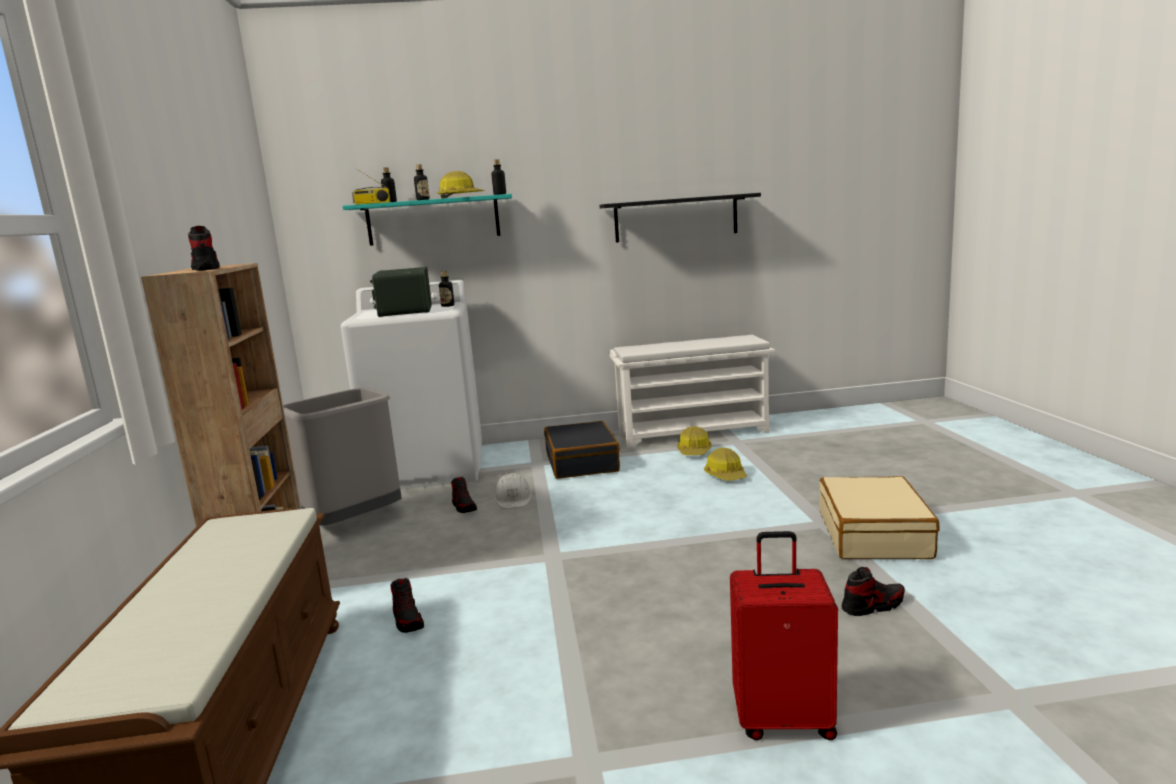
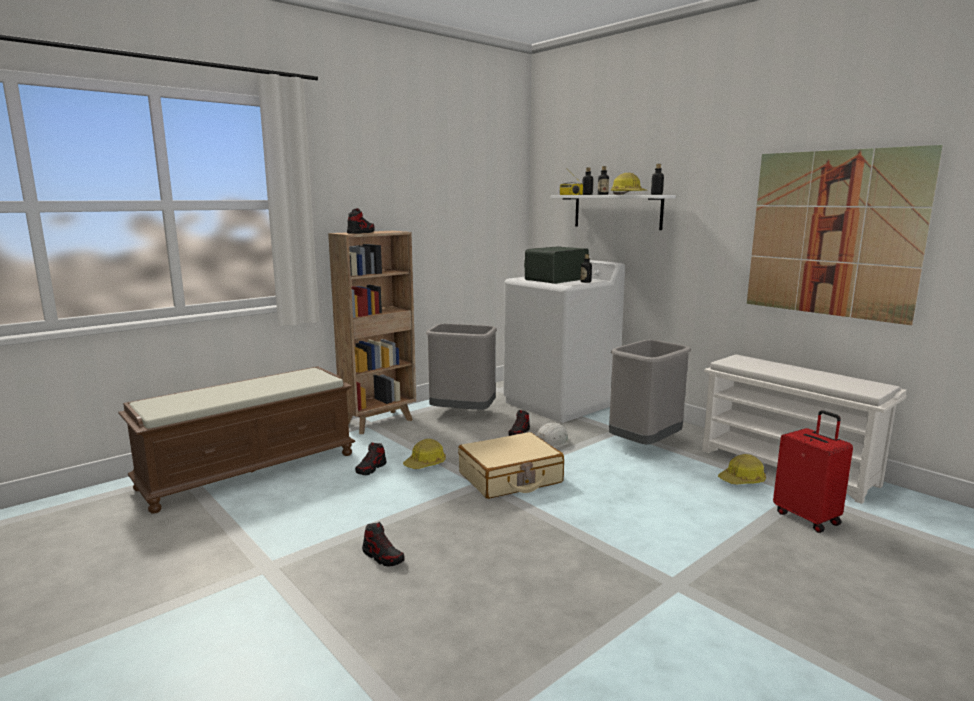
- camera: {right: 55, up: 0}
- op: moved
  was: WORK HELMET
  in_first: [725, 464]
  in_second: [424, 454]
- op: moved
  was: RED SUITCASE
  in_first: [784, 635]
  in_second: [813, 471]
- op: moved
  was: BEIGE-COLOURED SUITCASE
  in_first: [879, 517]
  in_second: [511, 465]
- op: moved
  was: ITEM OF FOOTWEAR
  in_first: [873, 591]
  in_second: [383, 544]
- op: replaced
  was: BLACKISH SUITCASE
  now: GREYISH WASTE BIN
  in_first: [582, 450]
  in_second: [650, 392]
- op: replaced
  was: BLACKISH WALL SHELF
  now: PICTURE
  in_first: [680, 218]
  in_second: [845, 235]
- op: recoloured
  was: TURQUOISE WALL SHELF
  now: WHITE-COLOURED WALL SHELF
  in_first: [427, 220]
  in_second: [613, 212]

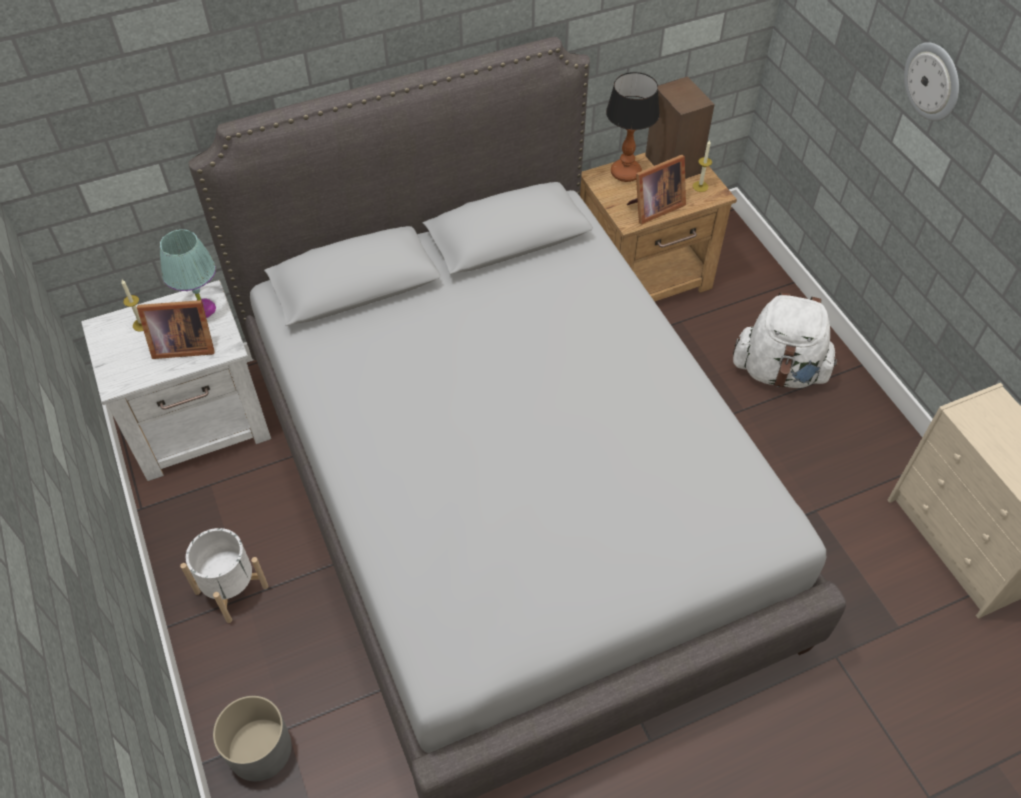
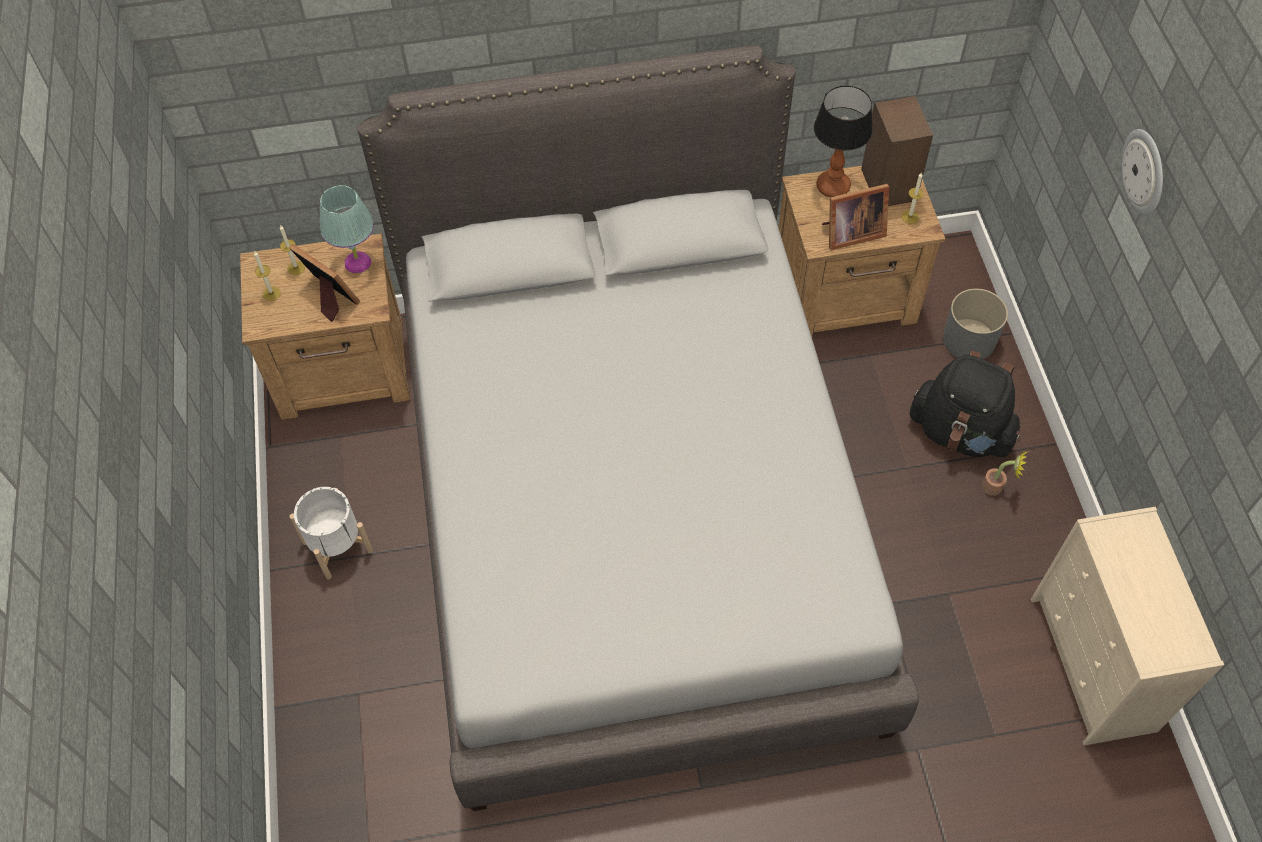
- camera: {right: 15, up: 5}
- op: added
  now: CANDLE
  in_second: [267, 276]
- op: added
  now: PLANT IN A POT
  in_second: [1005, 473]
- op: moved
  was: GREYISH PLANT POT
  in_first: [252, 738]
  in_second: [975, 323]
- op: recoloured
  was: WHITE-COLOURED NIGHT TABLE
  now: BROWN-COLOURED NIGHT TABLE
  in_first: [176, 380]
  in_second: [325, 327]
- op: recoloured
  was: WHITE-COLOURED BACKPACK
  now: BLACKISH BACKPACK
  in_first: [785, 340]
  in_second: [965, 403]
- op: turned
  was: STANDING FRAME
  in_first: [176, 329]
  in_second: [324, 283]
  clockwise: -150

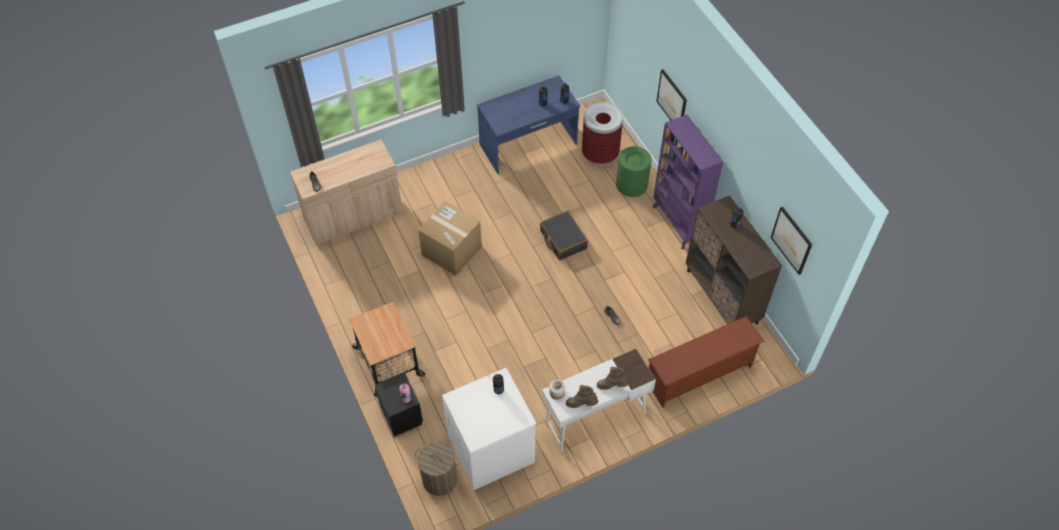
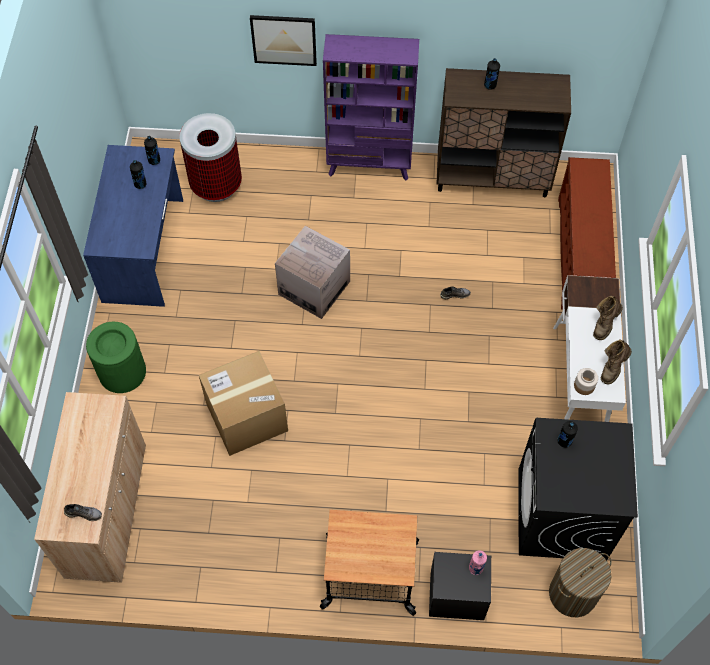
- camera: {right: -60, up: 5}
- op: removed
  was: PICTURE
  in_first: [791, 241]
- op: moved
  was: GREEN WASTE BIN
  in_first: [634, 171]
  in_second: [116, 357]
- op: replaced
  was: BLACKISH SUITCASE
  now: CARTON
  in_first: [564, 235]
  in_second: [312, 272]
- op: recoloured
  was: WHITE-COLOURED LAUNDRY MACHINE
  now: BLACKISH LAUNDRY MACHINE
  in_first: [489, 429]
  in_second: [578, 489]

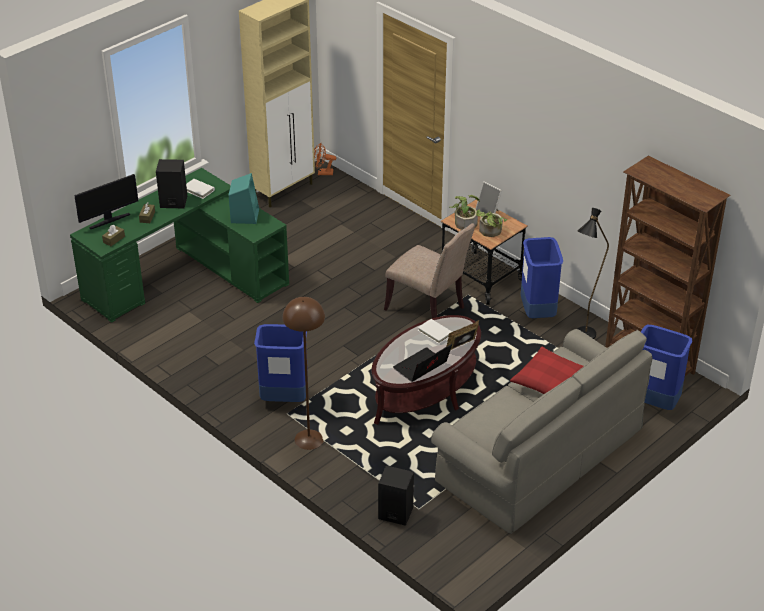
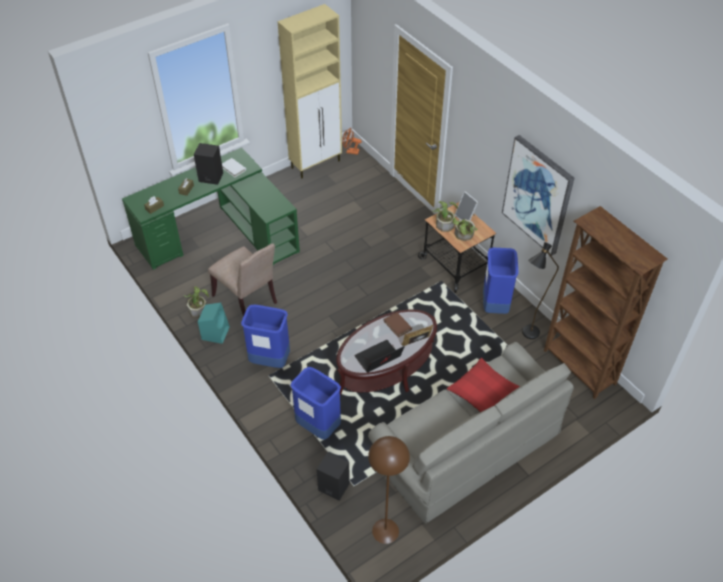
- camera: {right: 10, up: 10}
- op: removed
  was: COMPUTER DISPLAY
  in_first: [106, 201]
- op: added
  now: PLANT IN A POT
  in_second: [196, 302]
- op: added
  now: PICTURE
  in_second: [538, 195]
- op: moved
  was: TURQUOISE AUDIO SPEAKER
  in_first: [244, 198]
  in_second: [214, 323]
- op: moved
  was: BROWN-COLOURED STANDARD LAMP
  in_first: [304, 373]
  in_second: [389, 490]
- op: moved
  was: BEIGE-COLOURED PLAIN CHAIR
  in_first: [429, 270]
  in_second: [242, 280]
- op: moved
  was: BLUE WASTE BIN
  in_first: [666, 367]
  in_second: [315, 403]
- op: recoloured
  was: WHITE-COLOURED VOLUME
  now: BROWN-COLOURED VOLUME
  in_first: [435, 331]
  in_second: [398, 324]

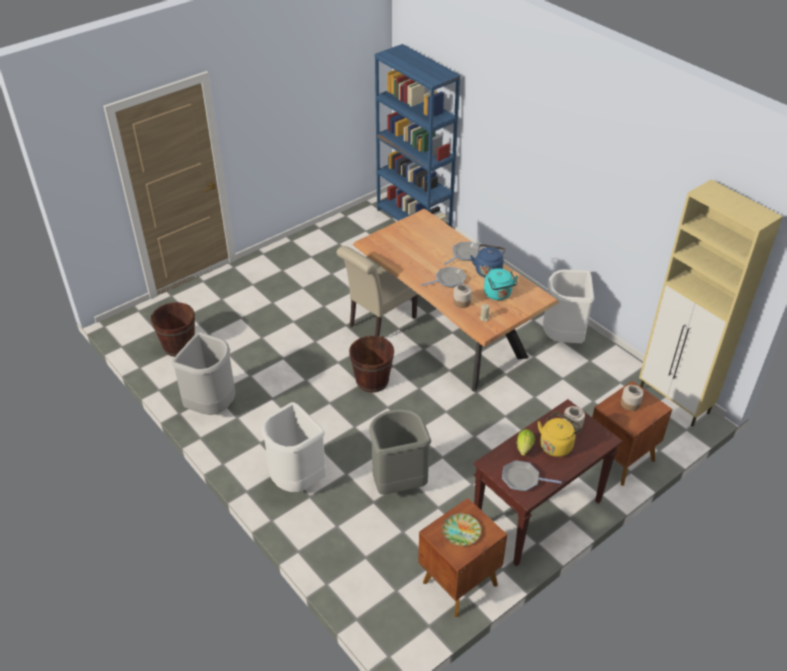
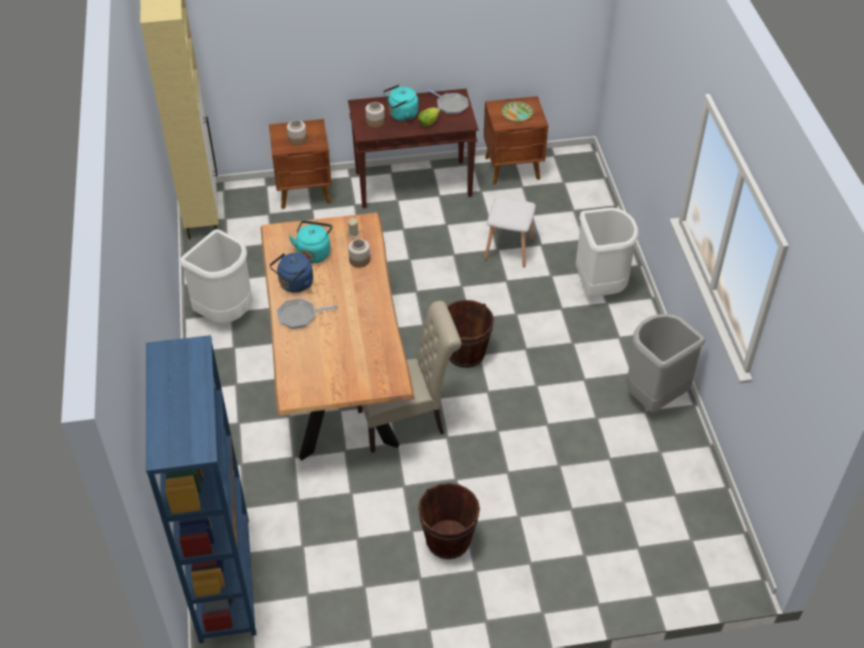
- camera: {right: -150, up: 5}
- op: removed
  was: SKILLET
  in_first: [443, 277]
- op: moved
  was: BROWN-COLOURED BUCKET
  in_first: [173, 329]
  in_second: [449, 521]
- op: replaced
  was: GREYISH WASTE BIN
  now: WHITE-COLOURED STOOL SEAT
  in_first: [400, 452]
  in_second: [510, 232]
- op: recoloured
  was: YELLOW TEA KETTLE
  now: TURQUOISE TEA KETTLE
  in_first: [560, 434]
  in_second: [400, 103]

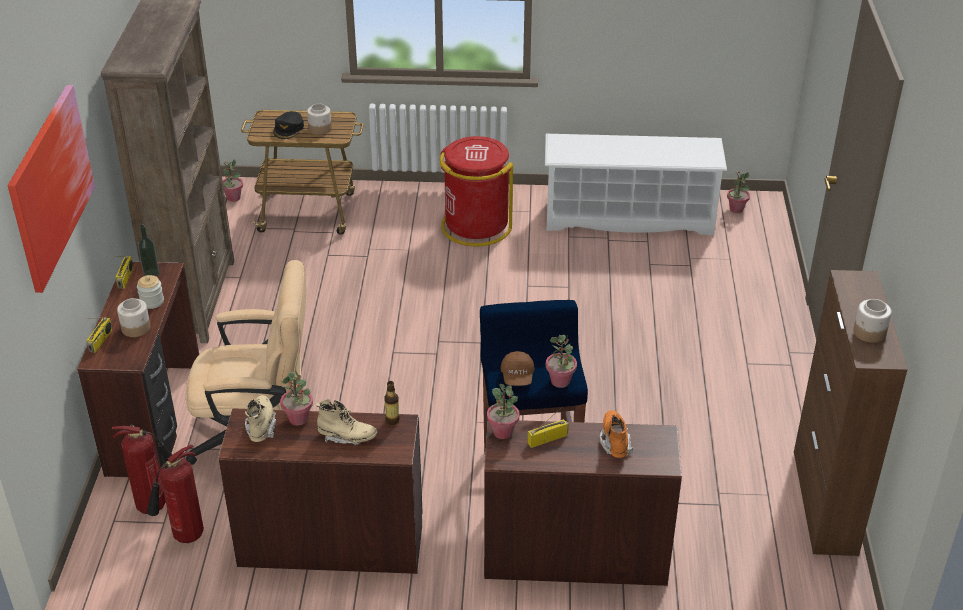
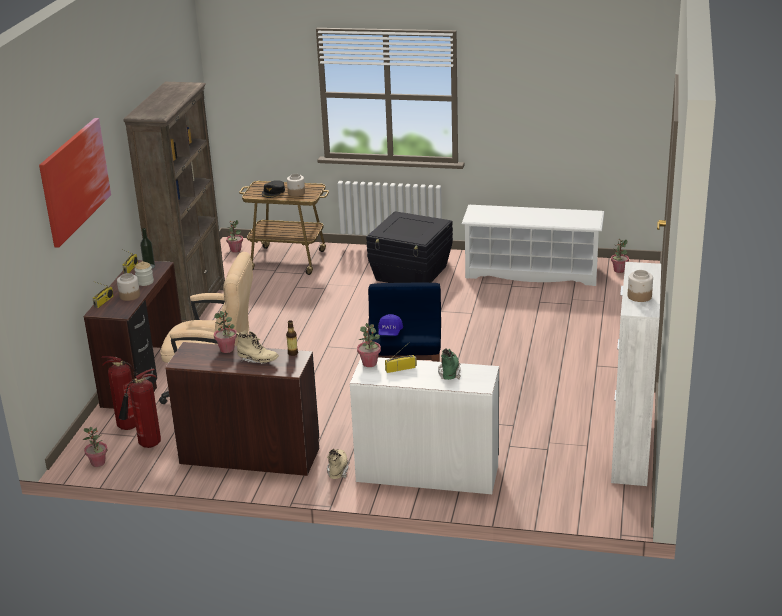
- camera: {right: 10, up: -10}
- op: moved
  was: BEIGE-COLOURED BOOT
  in_first: [261, 418]
  in_second: [338, 464]
- op: moved
  was: PLANT IN A POT
  in_first: [561, 361]
  in_second: [95, 447]
- op: replaced
  was: RED WASTE BIN
  now: BLACKISH STORAGE BOX
  in_first: [476, 191]
  in_second: [409, 247]
- op: recoloured
  was: BROWN-COLOURED DESK
  now: WHITE-COLOURED DESK
  in_first: [583, 503]
  in_second: [424, 425]
- op: recoloured
  was: BROWN-COLOURED PEAKED CAP
  now: BLUE PEAKED CAP
  in_first: [517, 368]
  in_second: [390, 325]
- op: recoloured
  was: ORANGE-COLOURED BOOT
  now: GREEN BOOT
  in_first: [616, 434]
  in_second: [449, 364]
- op: recoloured
  was: BROWN-COLOURED STORAGE CABINET
  now: WHITE-COLOURED STORAGE CABINET
  in_first: [851, 413]
  in_second: [636, 374]

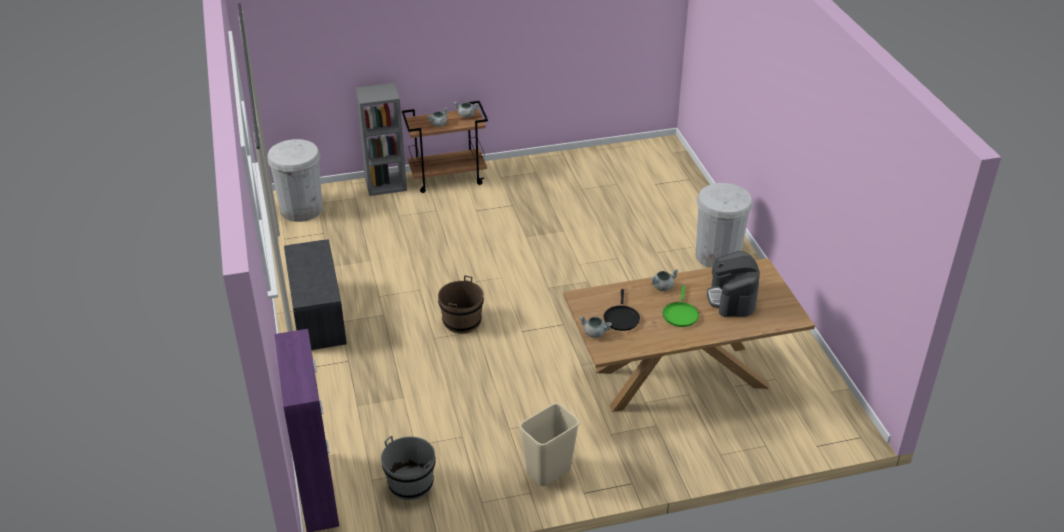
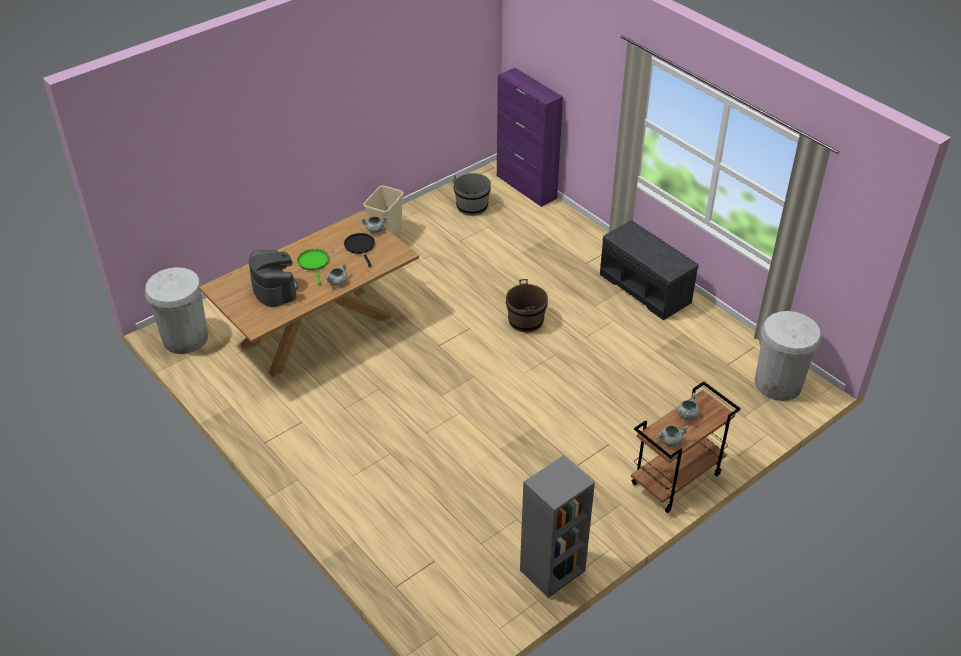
- camera: {right: 155, up: 5}
- op: moved
  was: GREYISH BOOKSHELF
  in_first: [381, 139]
  in_second: [557, 526]
- op: moved
  was: WHITE-COLOURED WASTE BIN
  in_first: [724, 225]
  in_second: [176, 310]

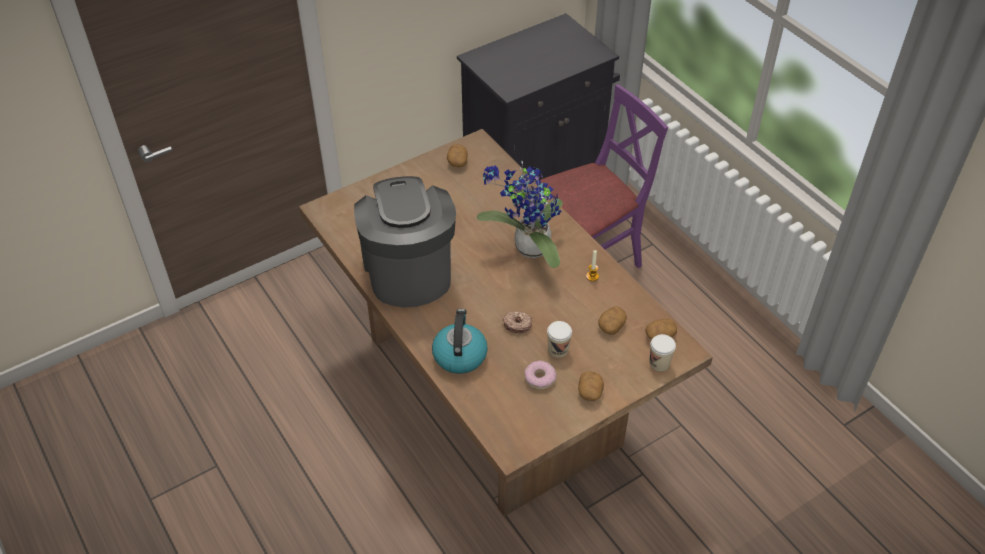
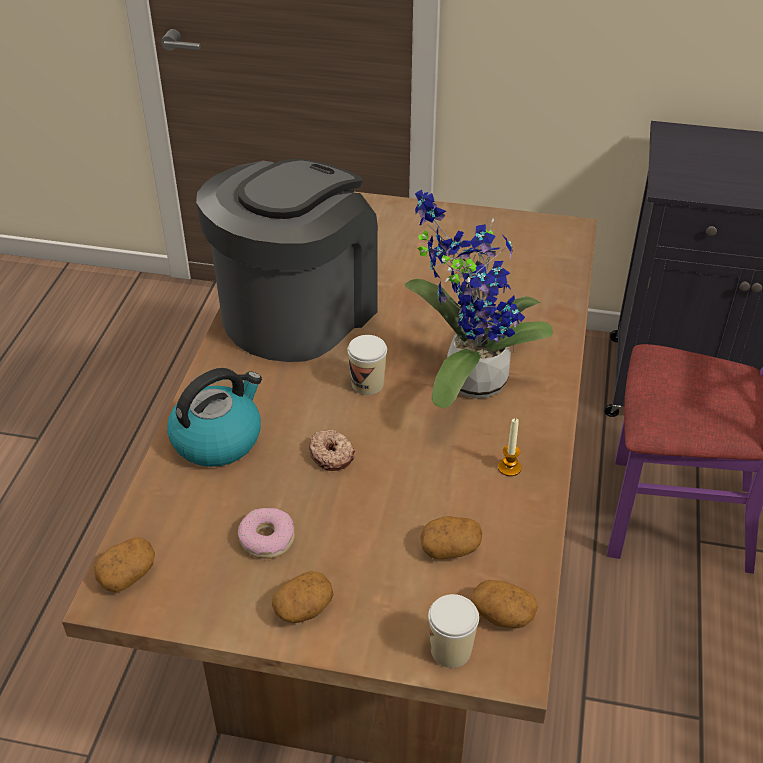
- camera: {right: 45, up: -5}
- op: moved
  was: POTATO
  in_first: [457, 155]
  in_second: [124, 565]
- op: moved
  was: SMALL CUP
  in_first: [559, 339]
  in_second: [367, 365]

